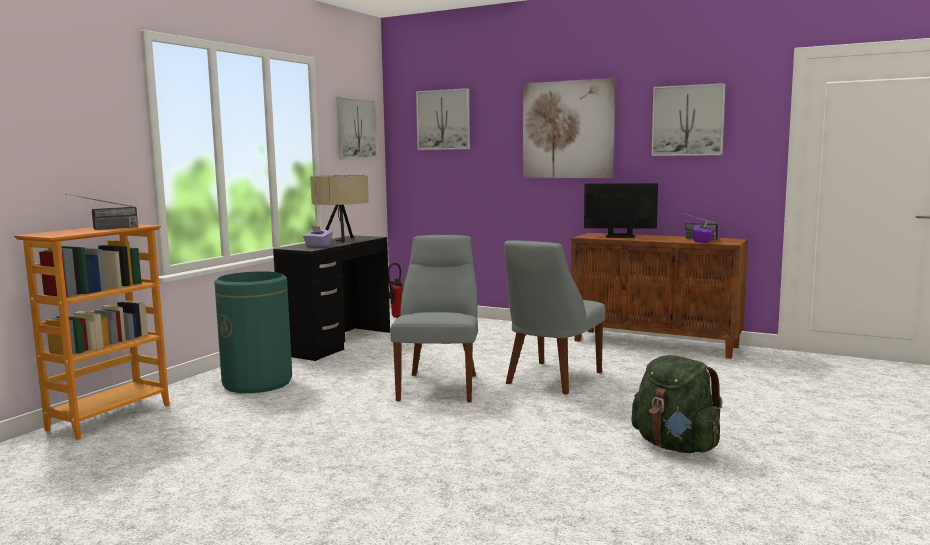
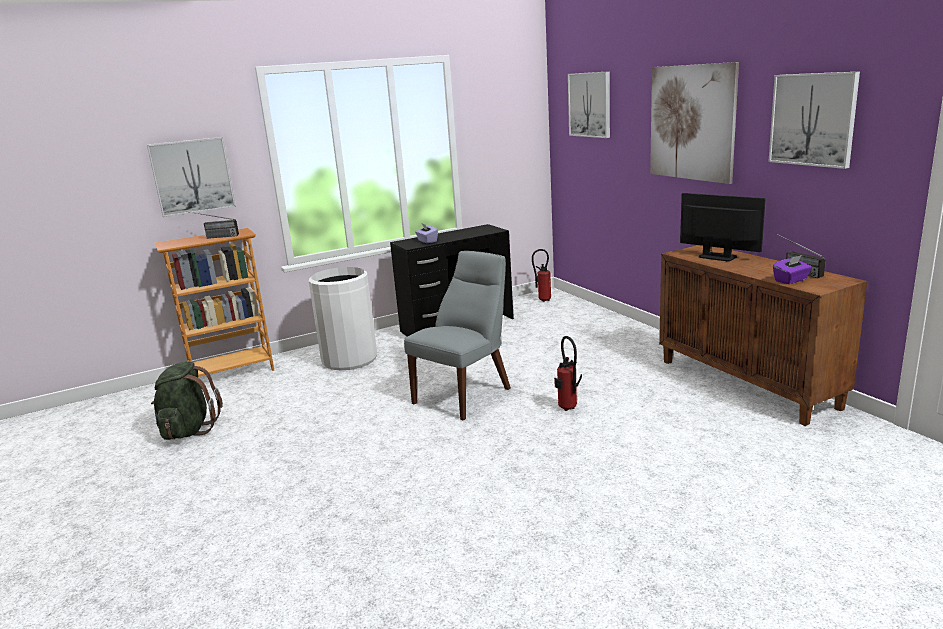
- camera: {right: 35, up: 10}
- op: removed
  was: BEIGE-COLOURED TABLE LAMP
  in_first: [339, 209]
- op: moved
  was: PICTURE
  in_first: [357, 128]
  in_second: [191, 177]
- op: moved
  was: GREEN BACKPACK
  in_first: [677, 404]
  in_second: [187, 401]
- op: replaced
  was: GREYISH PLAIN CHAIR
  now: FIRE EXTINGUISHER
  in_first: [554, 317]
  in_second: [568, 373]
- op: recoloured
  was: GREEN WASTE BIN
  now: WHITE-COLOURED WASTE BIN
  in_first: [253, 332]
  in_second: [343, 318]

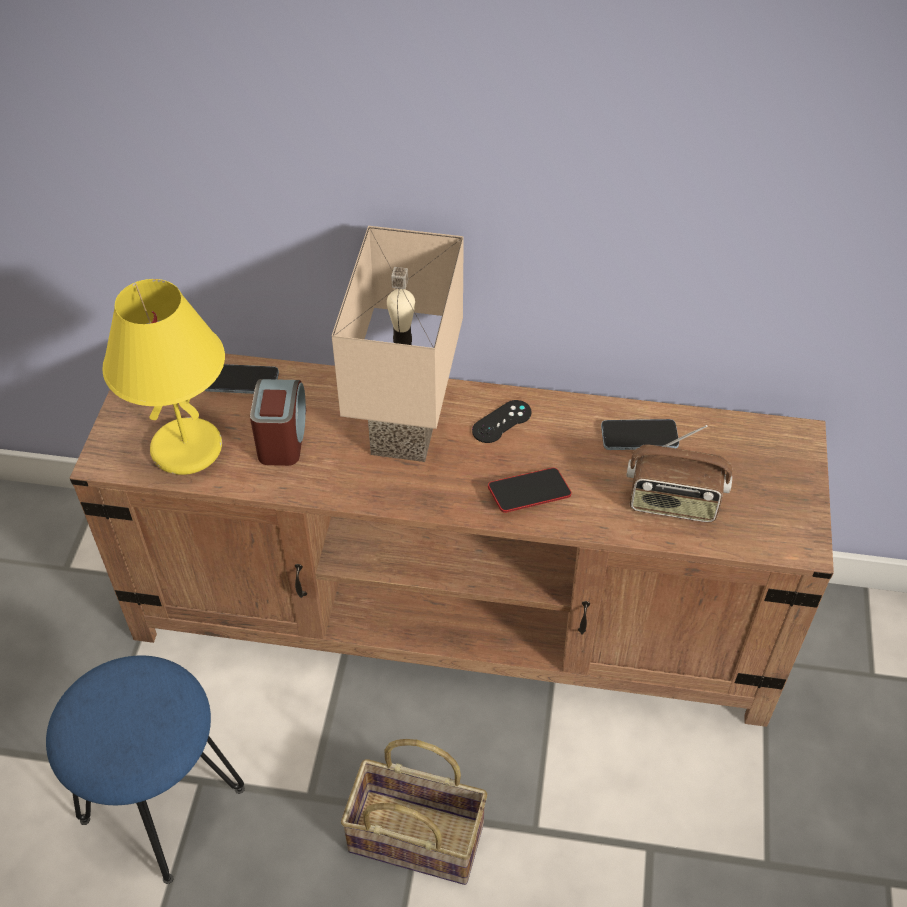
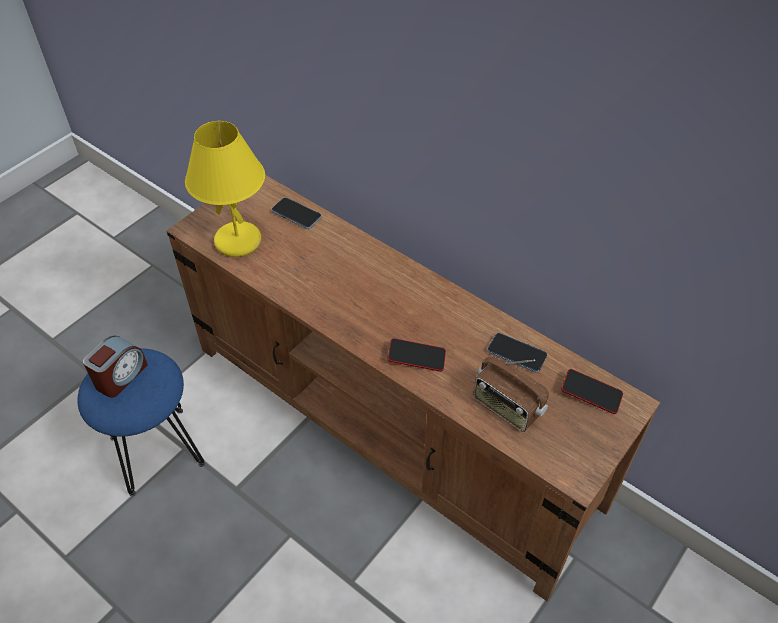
- camera: {right: 30, up: 0}
- op: removed
  was: BEIGE-COLOURED TABLE LAMP
  in_first: [398, 344]
- op: removed
  was: HOUSEHOLD BASKET
  in_first: [414, 812]
- op: removed
  was: BLACKISH GAME CONTROLLER
  in_first: [502, 421]
- op: added
  now: TELEPHONE
  in_second: [592, 391]
- op: moved
  was: ALARM CLOCK
  in_first: [278, 422]
  in_second: [115, 367]

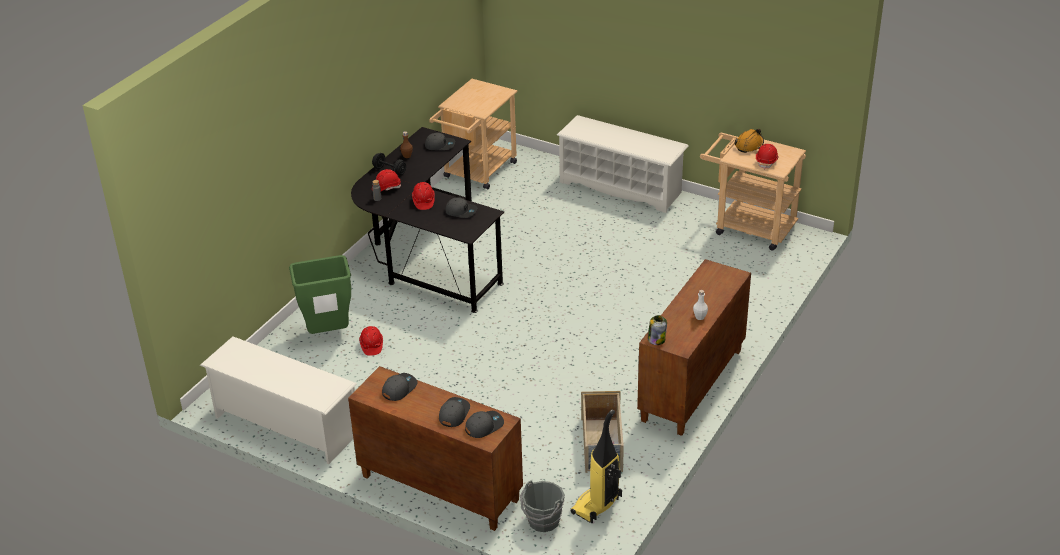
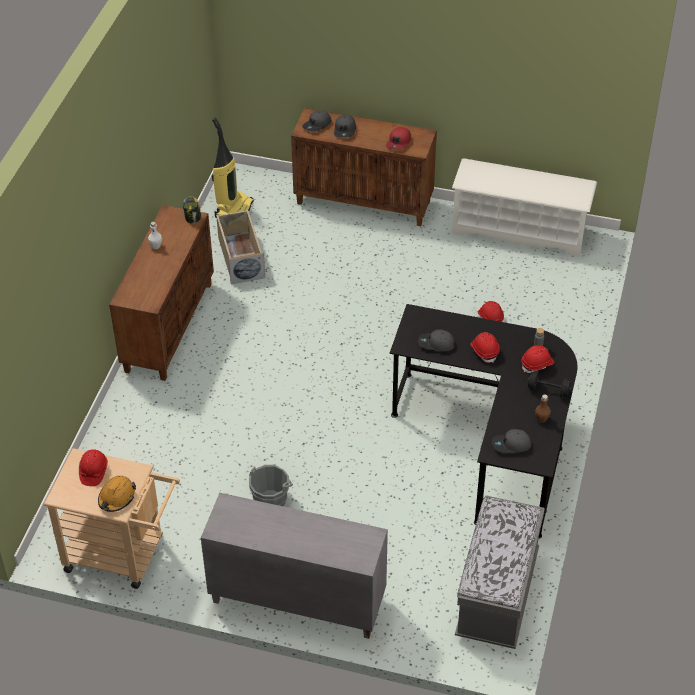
- camera: {right: 165, up: 10}
- op: removed
  was: GREEN WASTE BIN
  in_first: [320, 294]
- op: moved
  was: GREYISH BUCKET
  in_first: [542, 506]
  in_second: [271, 485]
- op: replaced
  was: BEIGE-COLOURED TROLLEY
  now: GREYISH BENCH
  in_first: [473, 134]
  in_second: [500, 572]
- op: replaced
  was: WHITE-COLOURED SHOE SHELF
  now: GREYISH STORAGE CABINET
  in_first: [623, 164]
  in_second: [294, 566]
- op: recoloured
  was: GREYISH PEAKED CAP
  now: RED PEAKED CAP
  in_first: [399, 387]
  in_second: [398, 138]

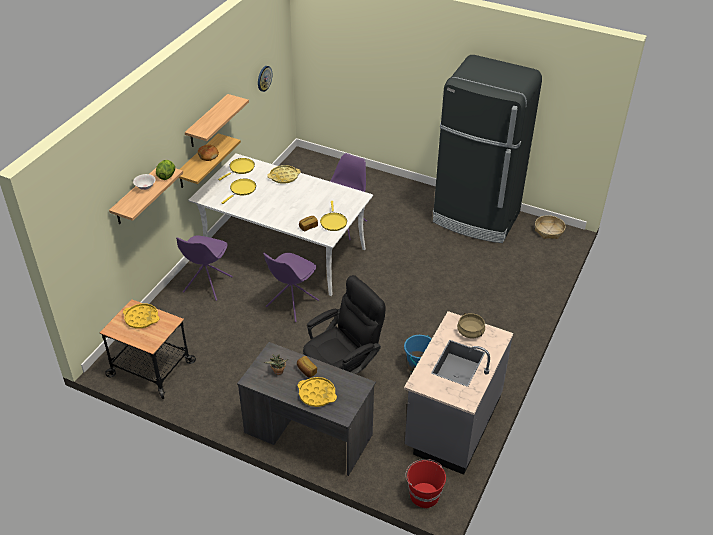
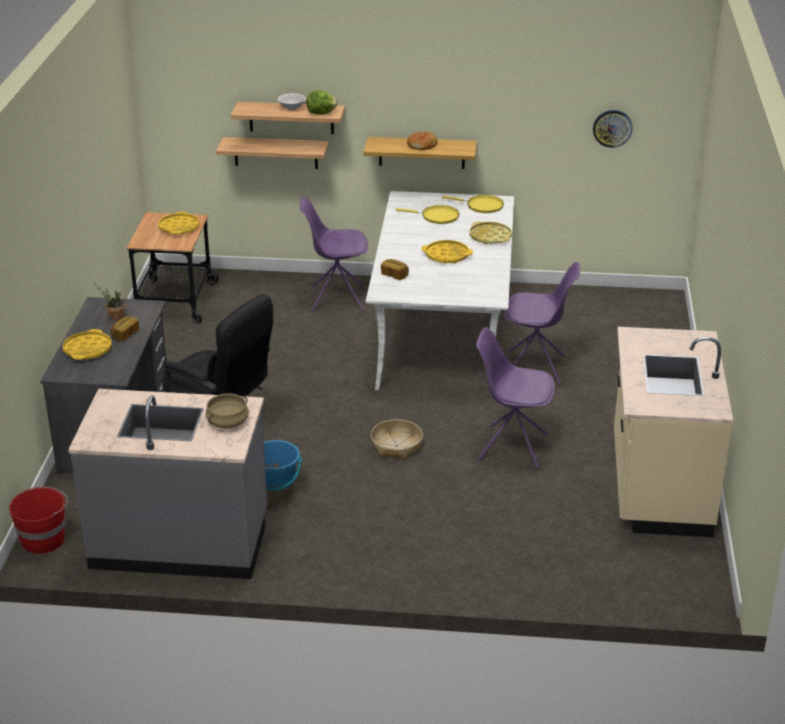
- camera: {right: 70, up: -10}
- op: removed
  was: YELLOW SKILLET
  in_first: [333, 216]
- op: added
  now: YELLOW CARRYING TRAY
  in_second: [447, 252]
- op: moved
  was: WALL SHELF
  in_first: [217, 120]
  in_second: [272, 153]
- op: moved
  was: PURPLISH PLAIN CHAIR
  in_first: [291, 287]
  in_second: [515, 398]
- op: moved
  was: HOUSEHOLD BASKET
  in_first: [550, 227]
  in_second: [397, 439]
- op: replaced
  was: BLACKISH FRIDGE
  now: BEIGE-COLOURED COUNTER
  in_first: [487, 149]
  in_second: [673, 432]

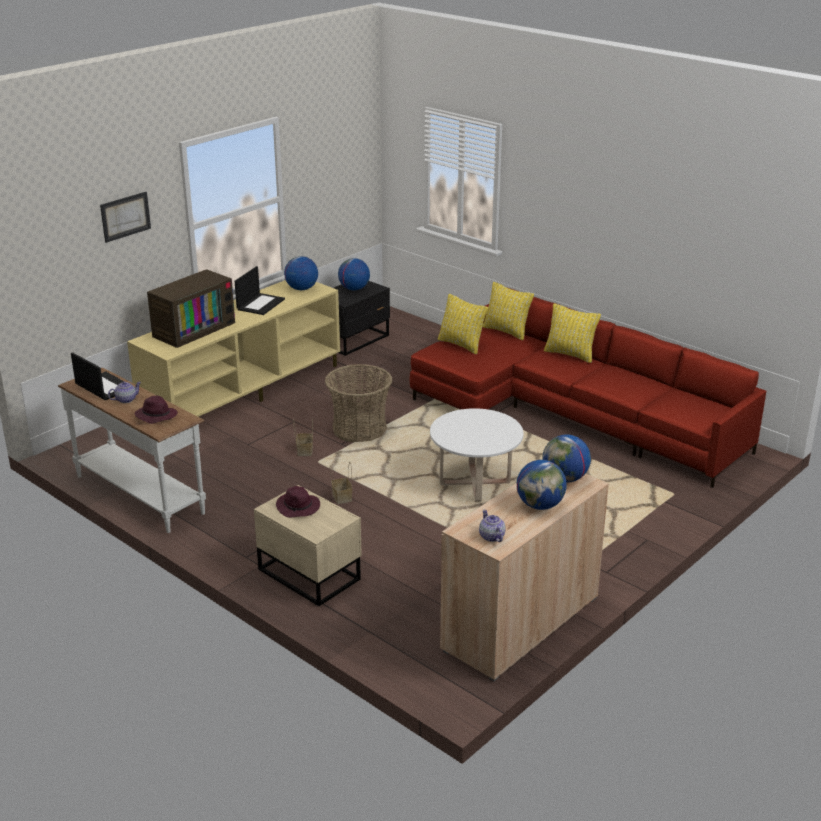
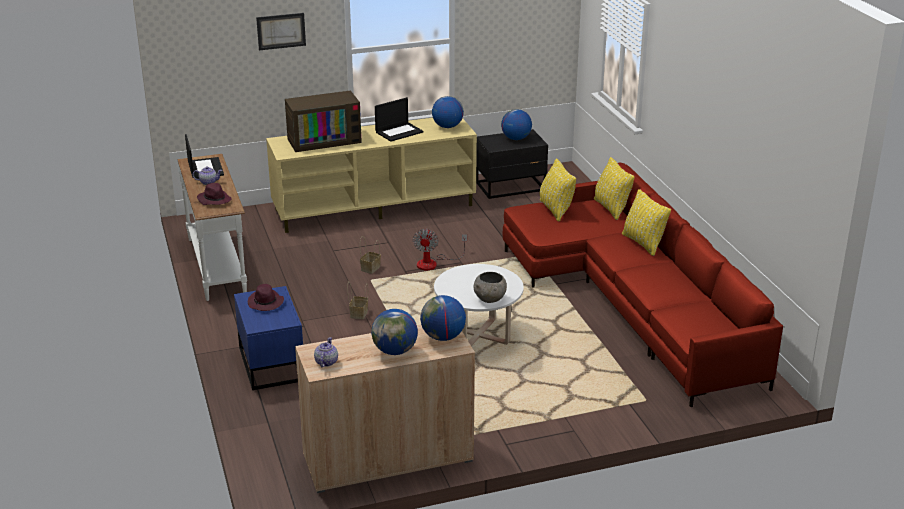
- camera: {right: 30, up: 0}
- op: added
  now: GREYISH SERVING BOWL
  in_second: [490, 287]
- op: replaced
  was: HOUSEHOLD BASKET
  now: ELECTRIC FAN
  in_first: [358, 403]
  in_second: [440, 249]
- op: recoloured
  was: BEIGE-COLOURED NIGHT TABLE
  now: BLUE NIGHT TABLE
  in_first: [308, 545]
  in_second: [268, 338]

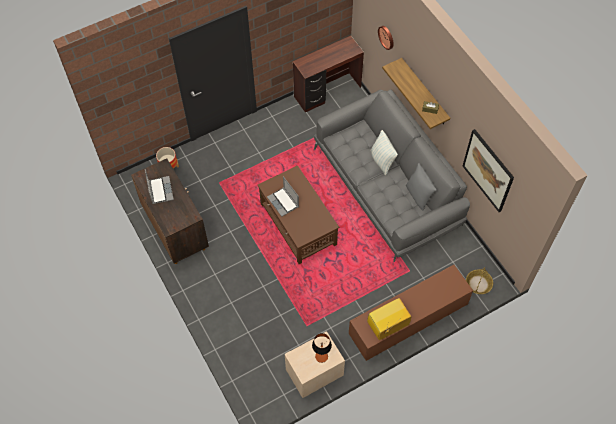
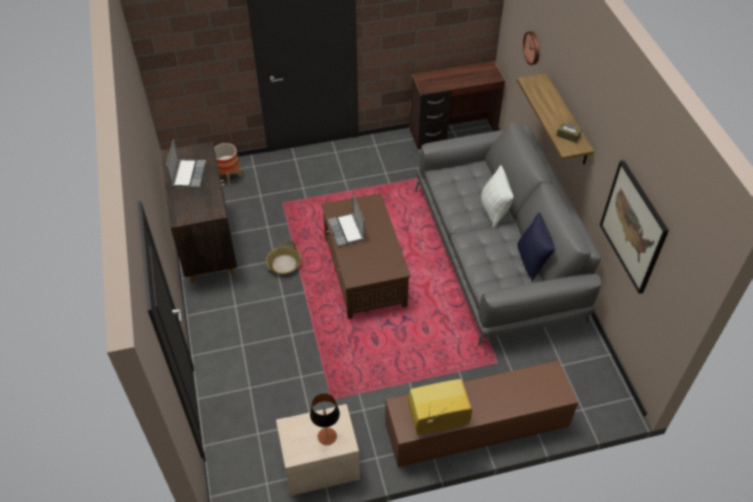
- camera: {right: 15, up: -10}
- op: moved
  was: HOUSEHOLD BASKET
  in_first: [479, 281]
  in_second: [283, 258]
- op: recoloured
  was: GREYISH PILLOW
  now: BLUE PILLOW
  in_first: [421, 187]
  in_second: [536, 246]

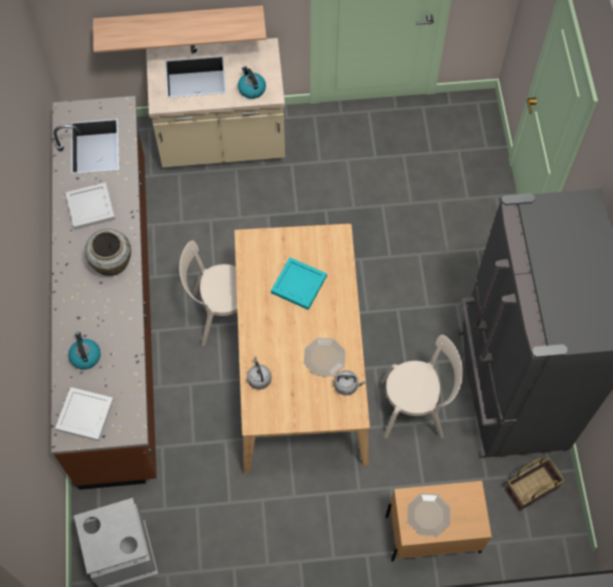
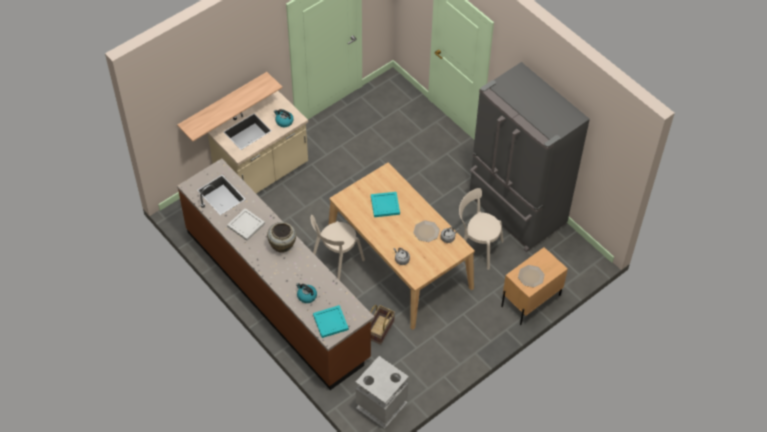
- camera: {right: -35, up: -10}
- op: moved
  was: HOUSEHOLD BASKET
  in_first: [535, 484]
  in_second: [382, 325]
- op: recoloured
  was: WHITE-COLOURED CARRYING TRAY
  now: TURQUOISE CARRYING TRAY
  in_first: [84, 414]
  in_second: [331, 321]
- op: turned
  was: BEIGE-COLOURED PLAIN CHAIR
  in_first: [422, 386]
  in_second: [481, 229]
  clockwise: -120

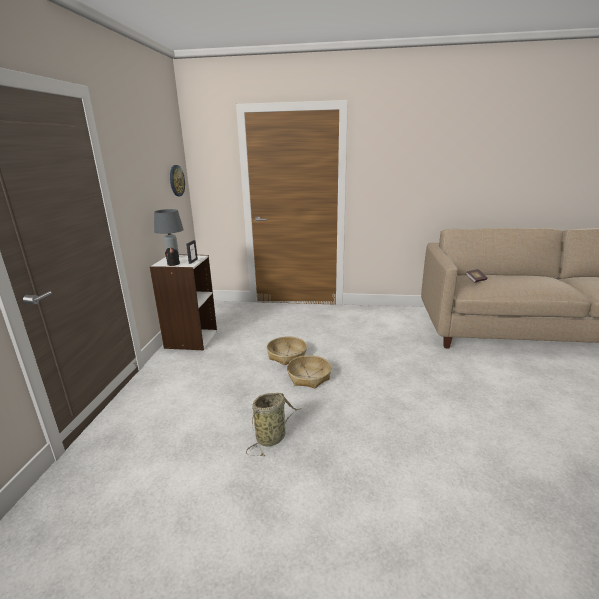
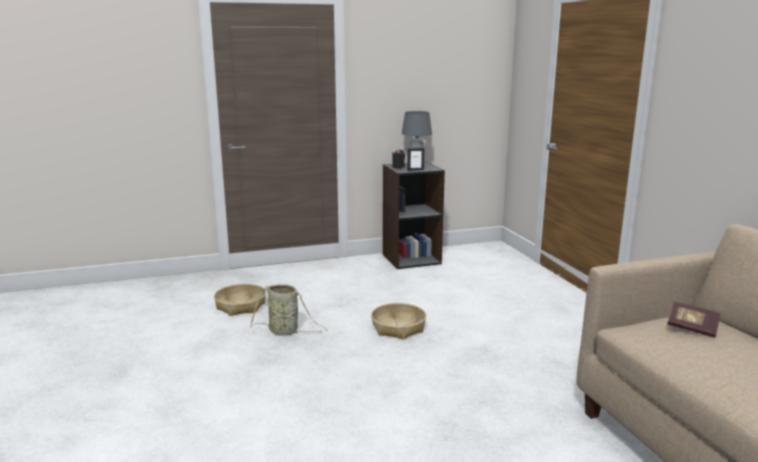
- camera: {right: 65, up: -5}
- op: removed
  was: CLOCK ON THE WALL
  in_first: [177, 180]
- op: moved
  was: HOUSEHOLD BASKET
  in_first: [287, 350]
  in_second: [240, 300]
- op: recoloured
  was: WHITE-COLOURED BOOKSHELF
  now: BLACKISH BOOKSHELF
  in_first: [183, 302]
  in_second: [414, 215]

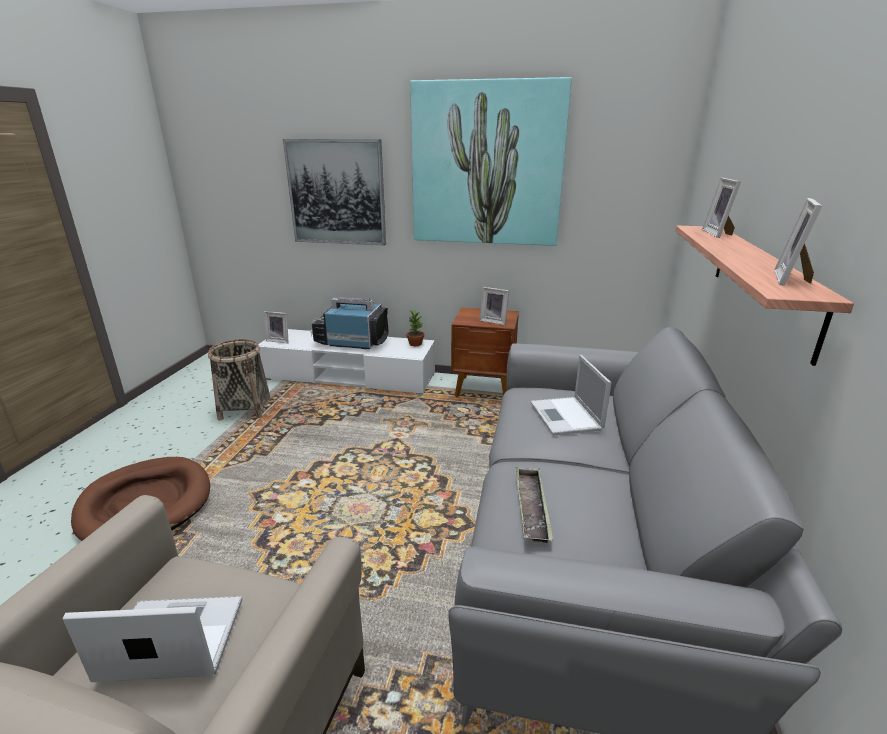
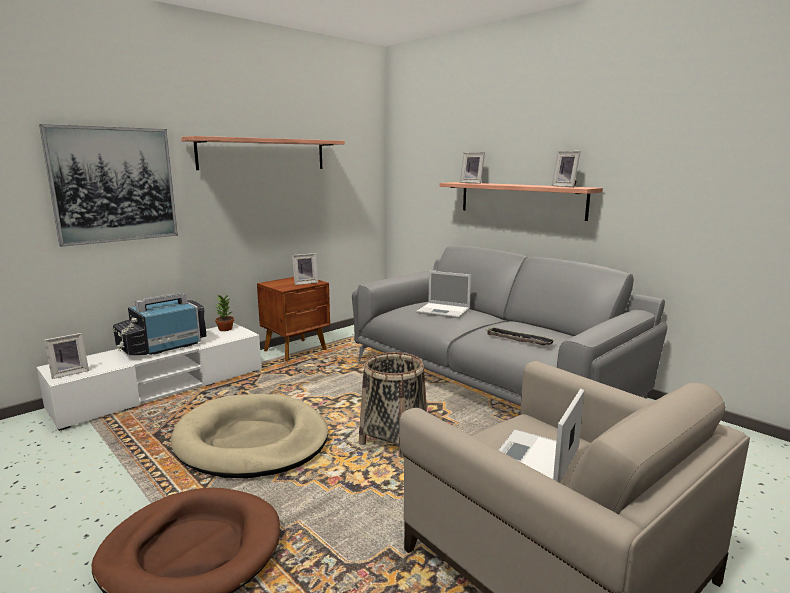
- camera: {right: -55, up: -10}
- op: added
  now: BEIGE-COLOURED PET BED
  in_second: [249, 436]
- op: moved
  was: HOUSEHOLD BASKET
  in_first: [239, 379]
  in_second: [393, 405]
- op: replaced
  was: PICTURE
  now: WALL SHELF
  in_first: [491, 161]
  in_second: [263, 153]

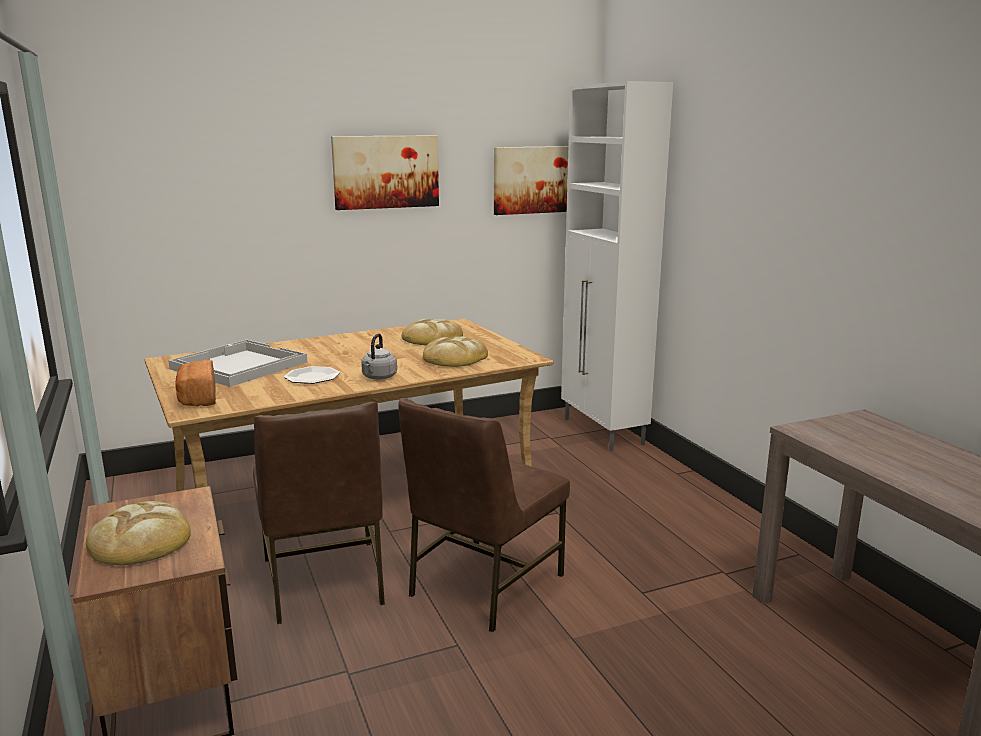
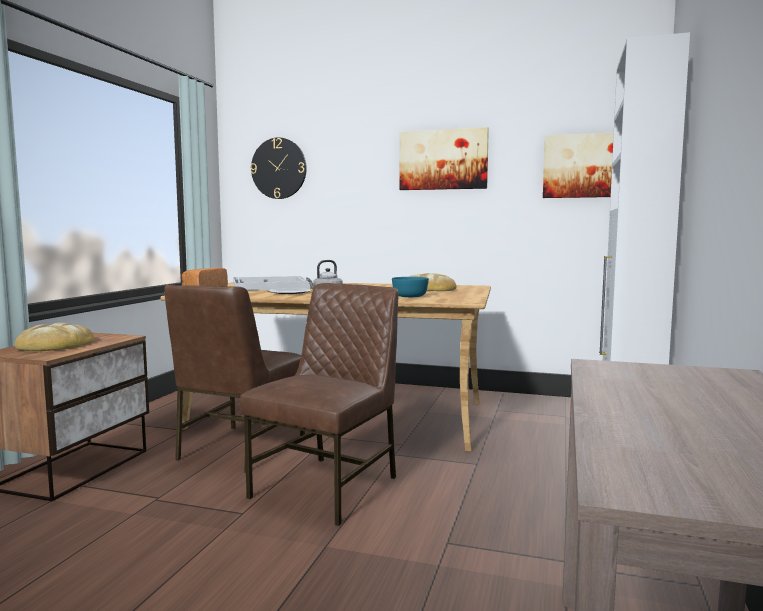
- camera: {right: 40, up: -10}
- op: added
  now: CLOCK ON THE WALL
  in_second: [278, 168]
- op: replaced
  was: BAKERY BREAD
  now: TURQUOISE SERVING BOWL
  in_first: [455, 352]
  in_second: [410, 287]
- op: turned
  was: BROWN-COLOURED PLAIN CHAIR
  in_first: [484, 515]
  in_second: [319, 404]
  clockwise: 135

